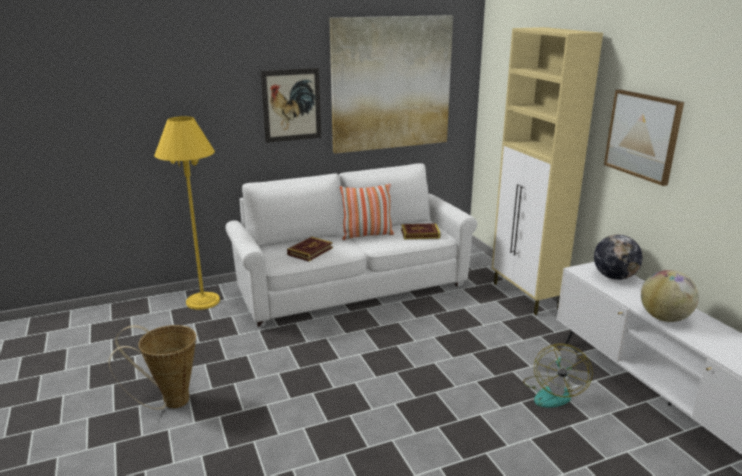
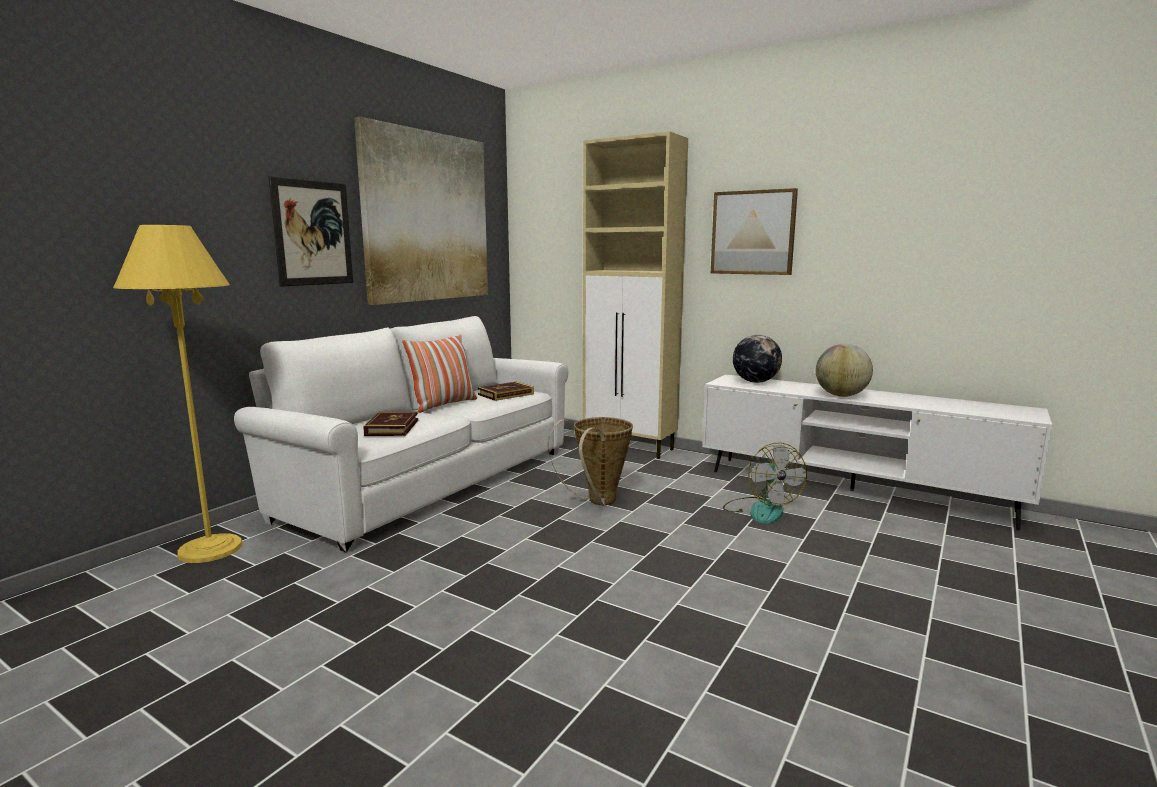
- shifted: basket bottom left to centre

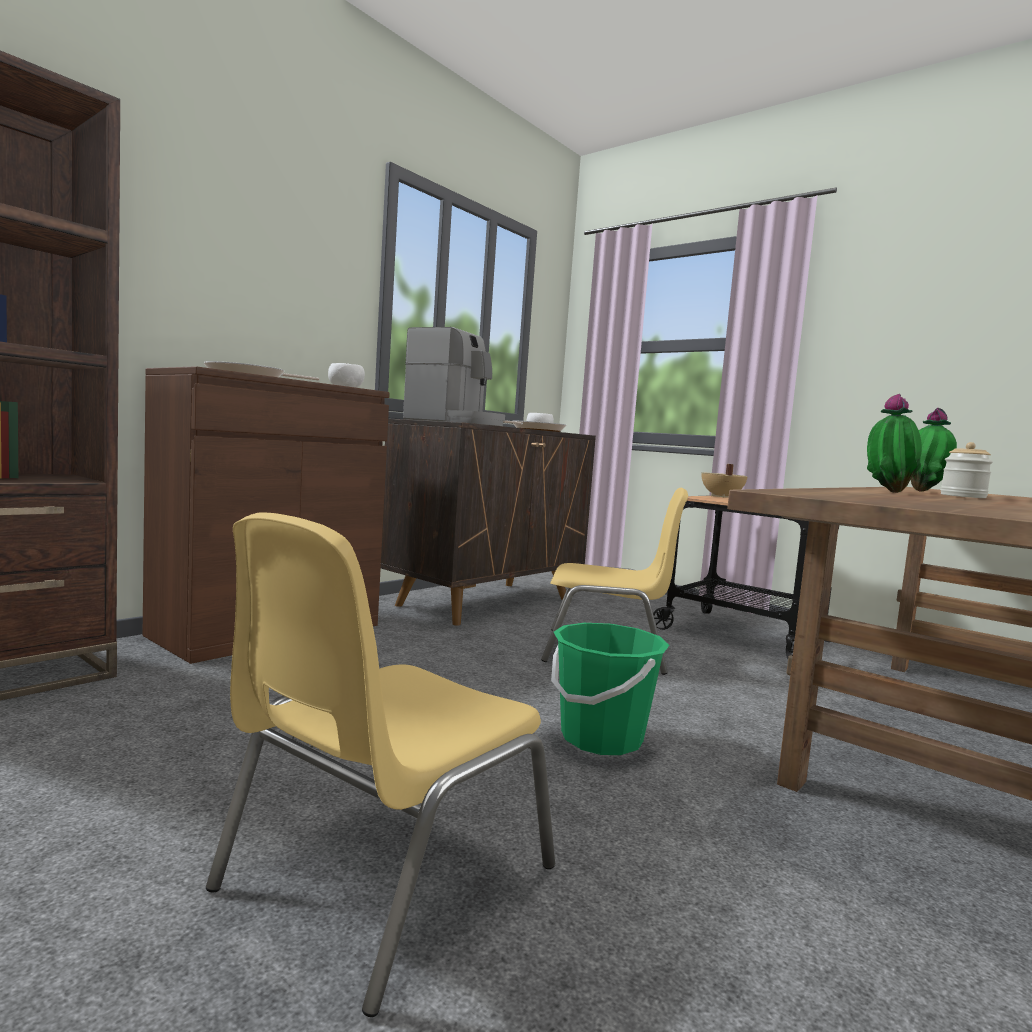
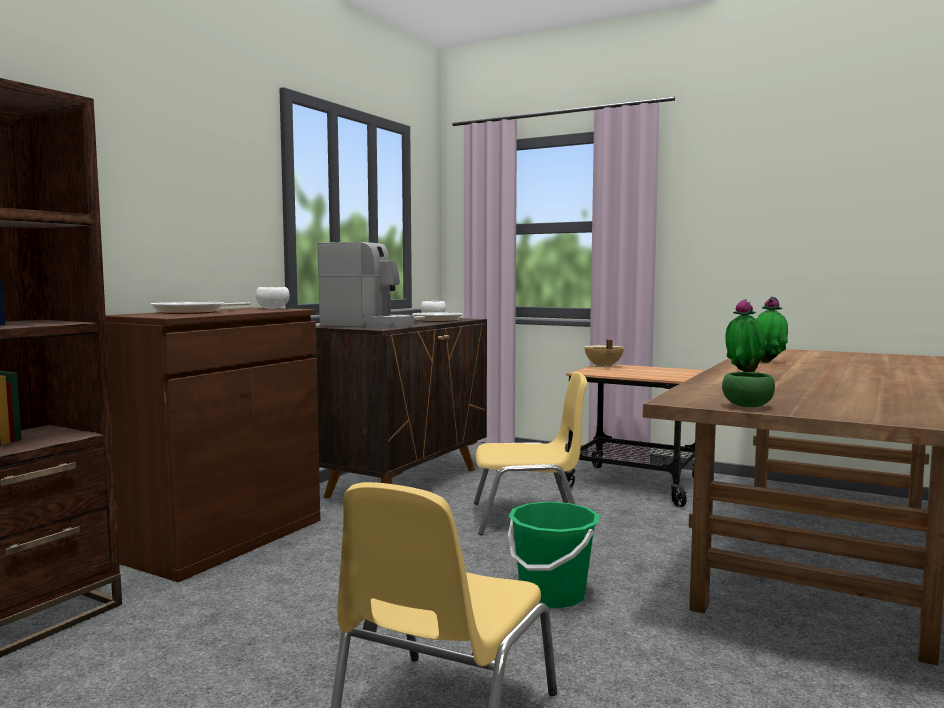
- gone: jar middle right
- new: green bowl middle right

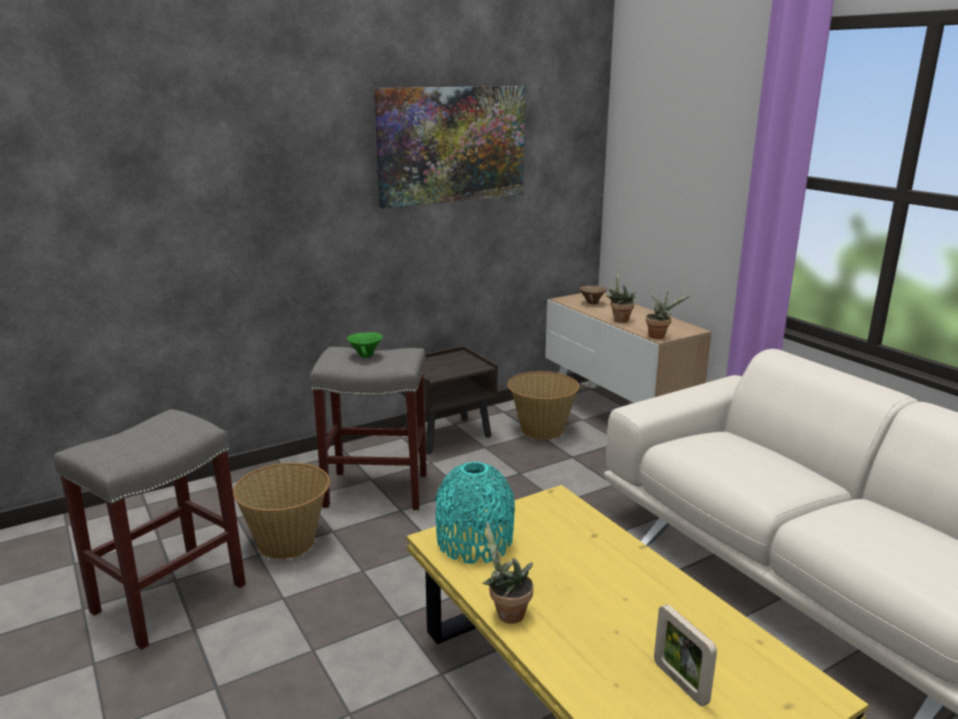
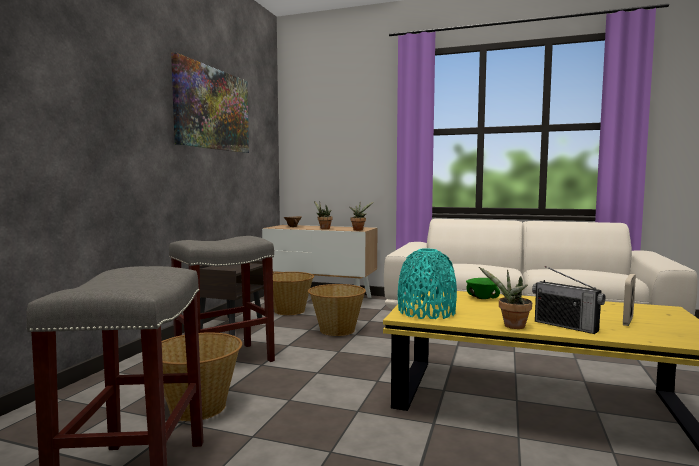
- shifted: green bowl centre to middle right
- rotated: picture frame bottom right = middle right 105 degrees clockwise
- new: basket (no. 3 from left) centre
- new: radio middle right

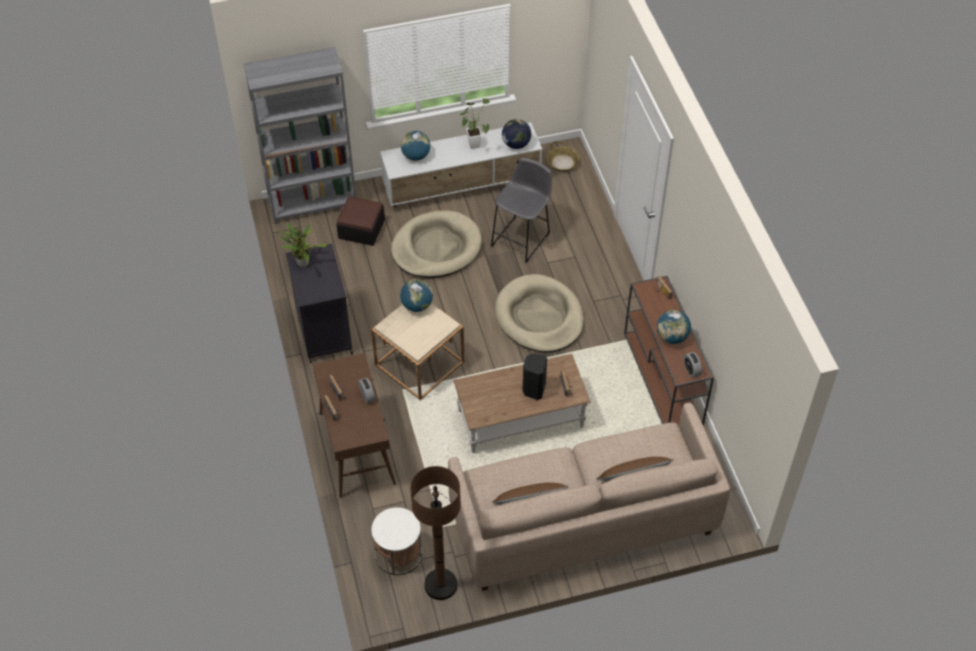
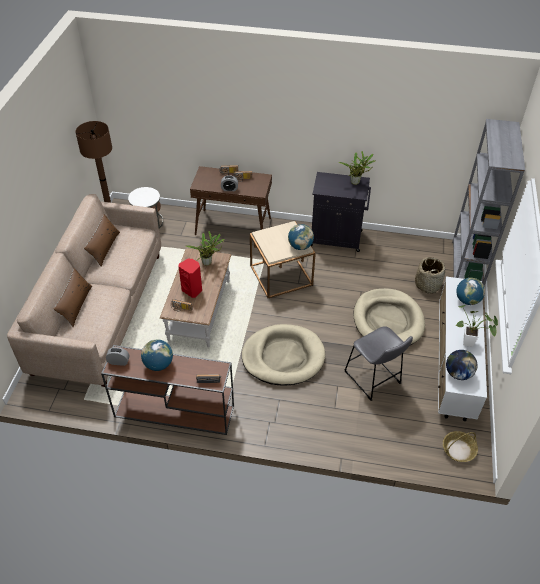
- swapped: ottoman centre to basket (no. 1 from left) middle right
- repainted: black speaker centre to red speaker centre
- new: potted plant (no. 1 from left) centre

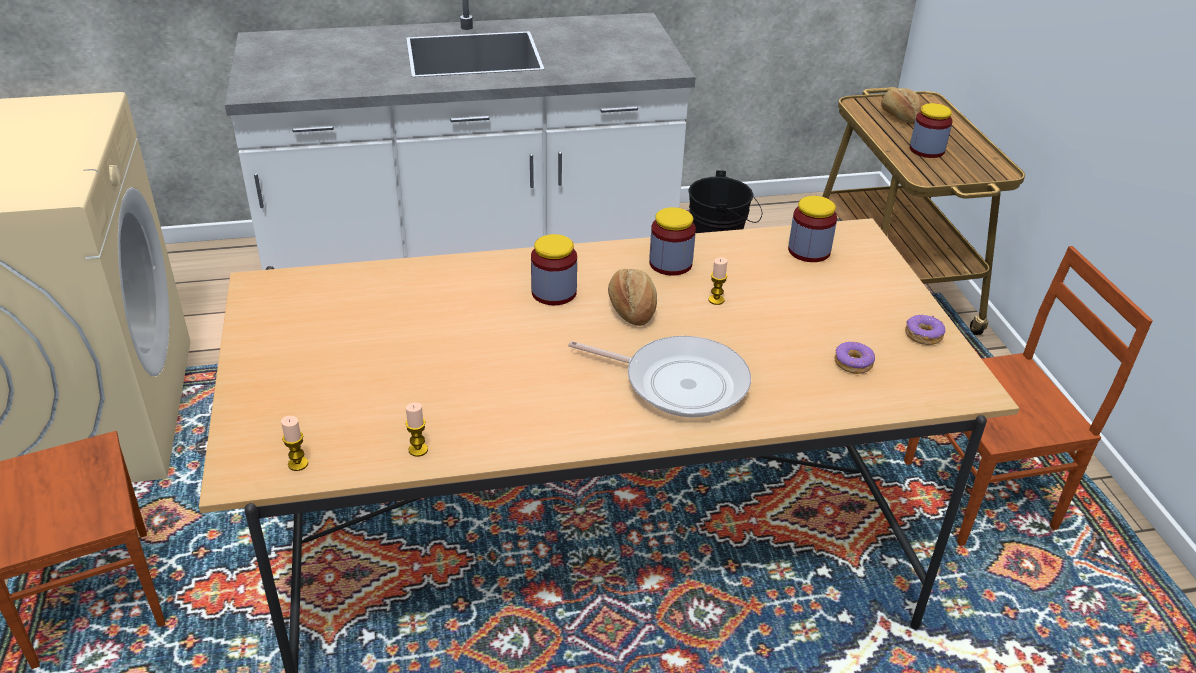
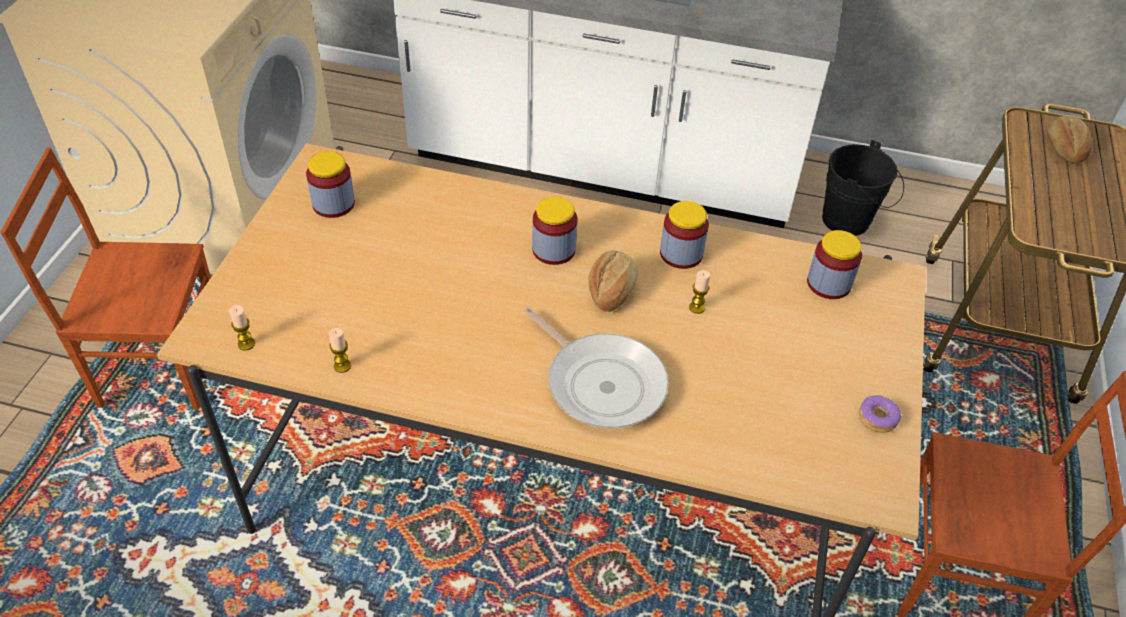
- gone: donut (no. 1 from left) middle right
- shifted: jar (no. 4 from left in the first image) top right to jar (no. 1 from left) top left

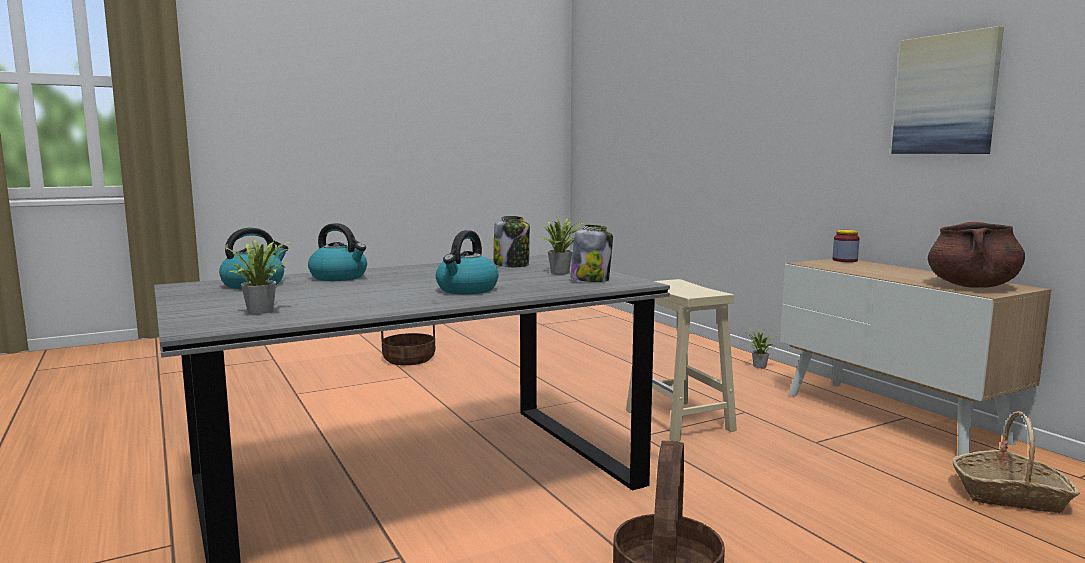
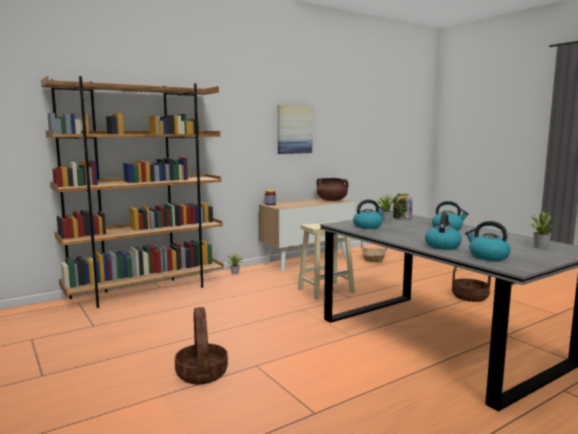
- swapped: jar (no. 1 from left) centre to kettle (no. 1 from left) centre
- new: brown bookcase middle left

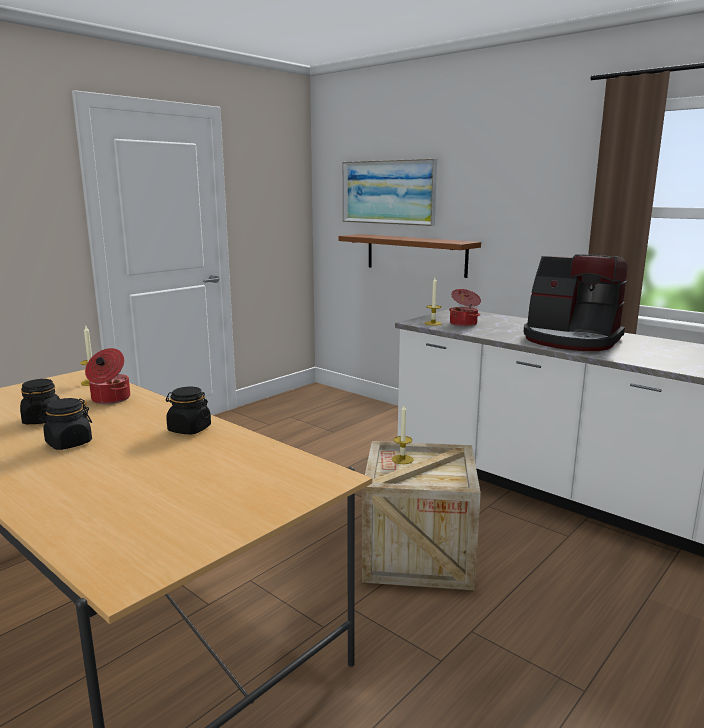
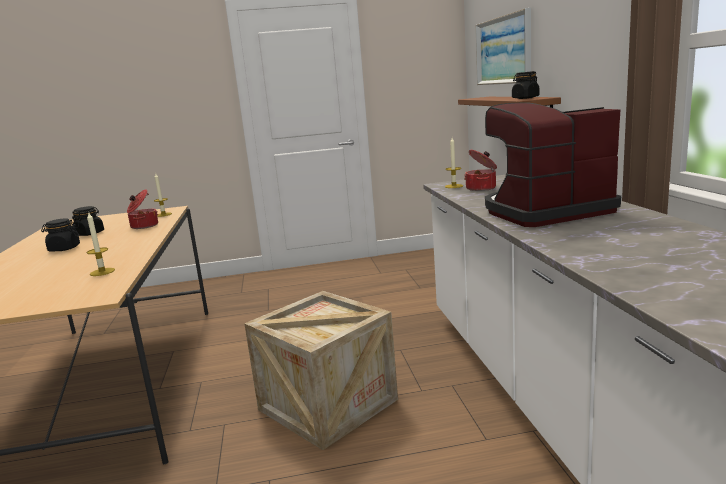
- shifted: black jar (no. 3 from left) middle left to top right
- shifted: candle (no. 2 from left in the first image) centre to candle (no. 1 from left) middle left
- rotated: coffee machine middle right = middle right 90 degrees clockwise

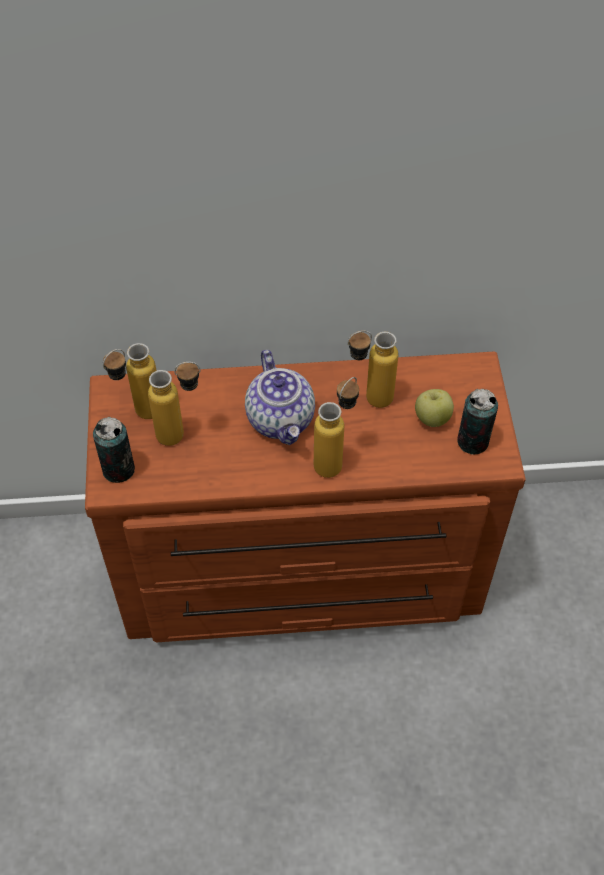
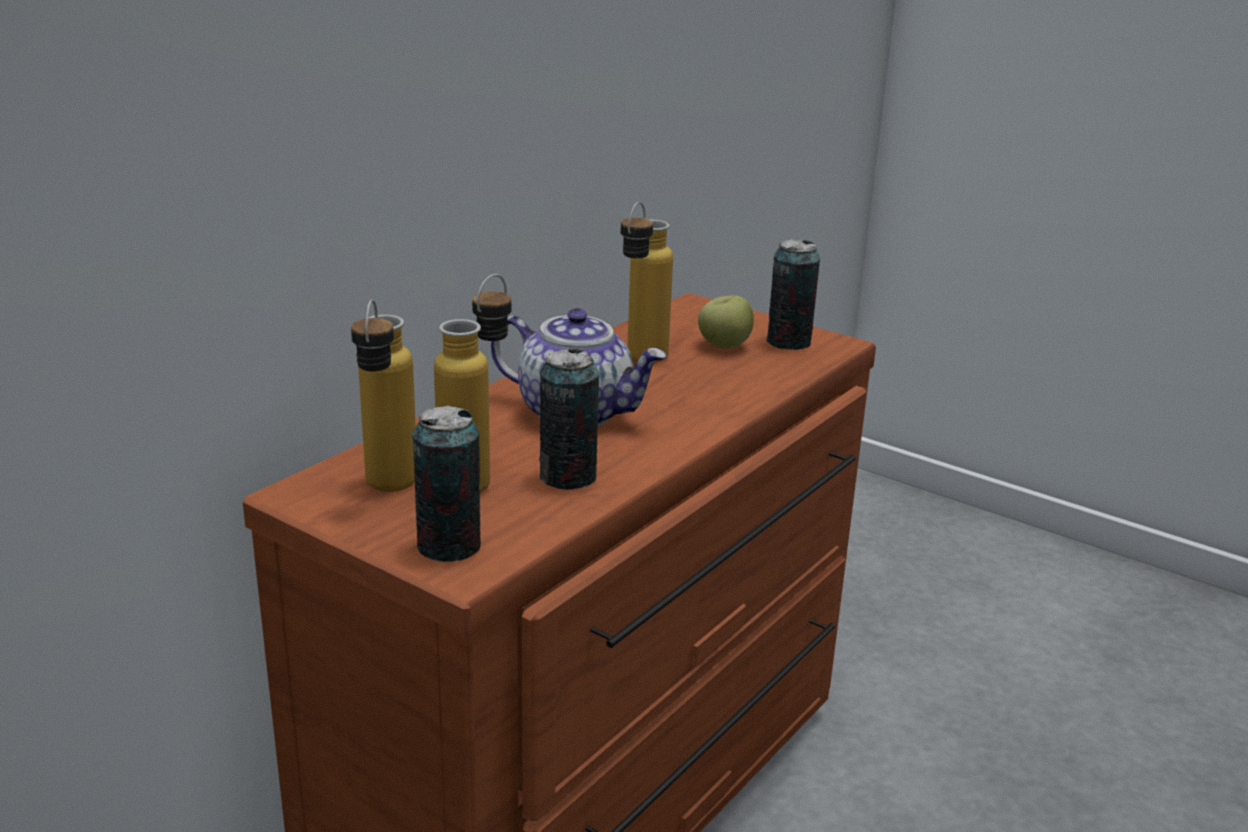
- gone: bottle (no. 3 from left) centre
- new: can (no. 2 from left) centre

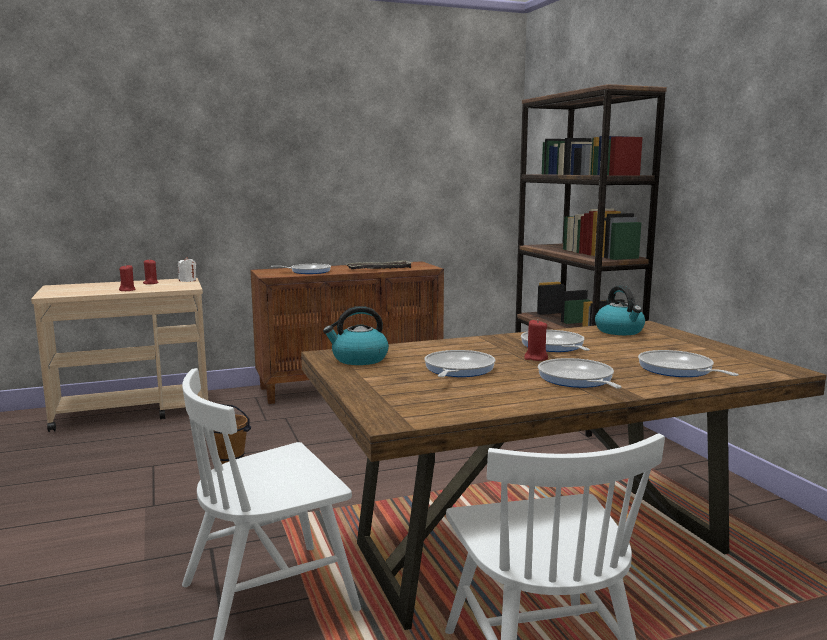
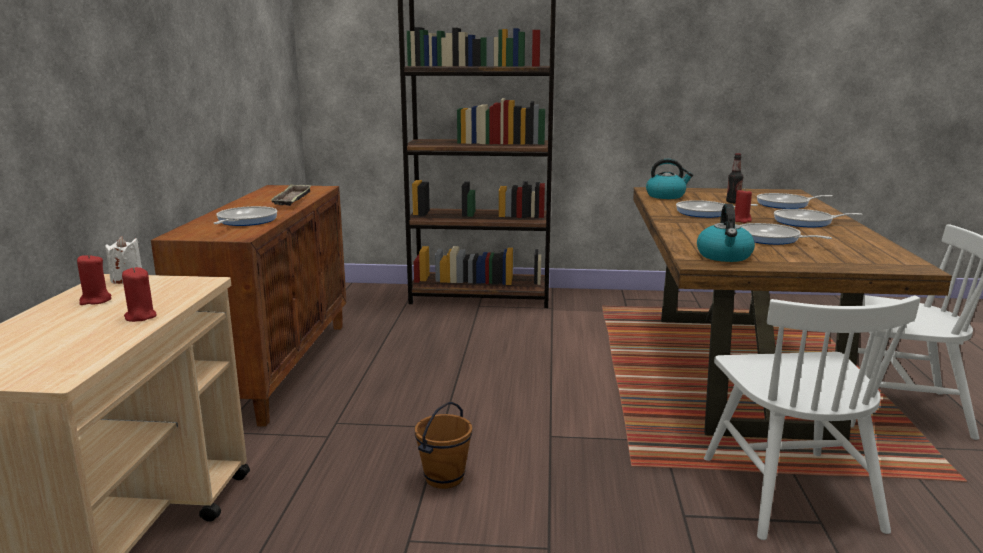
- new: bottle top right

